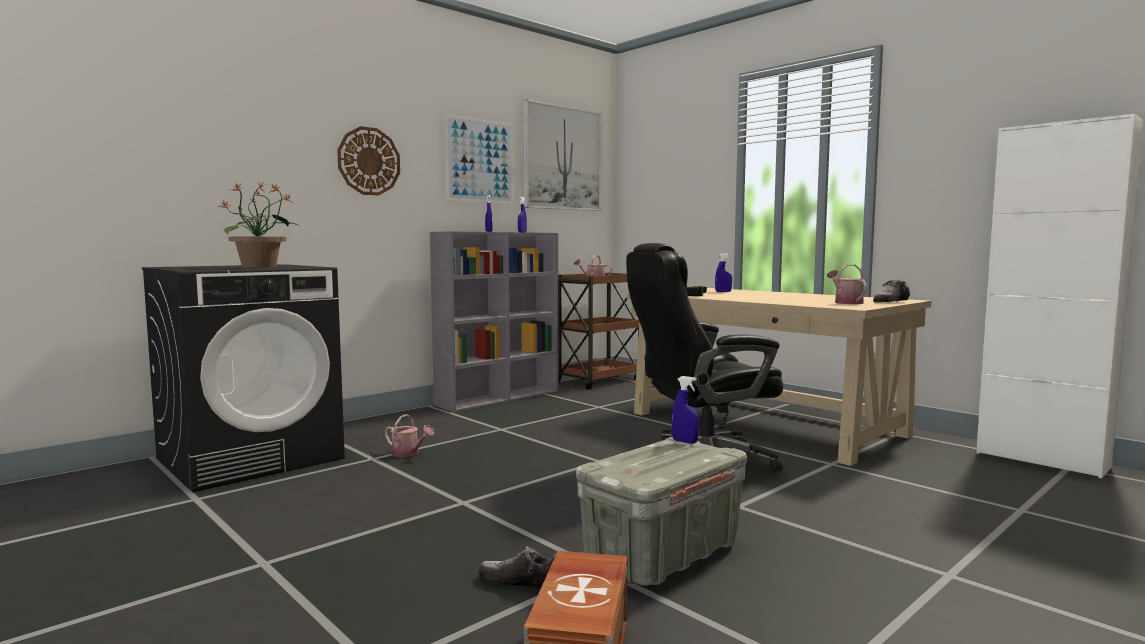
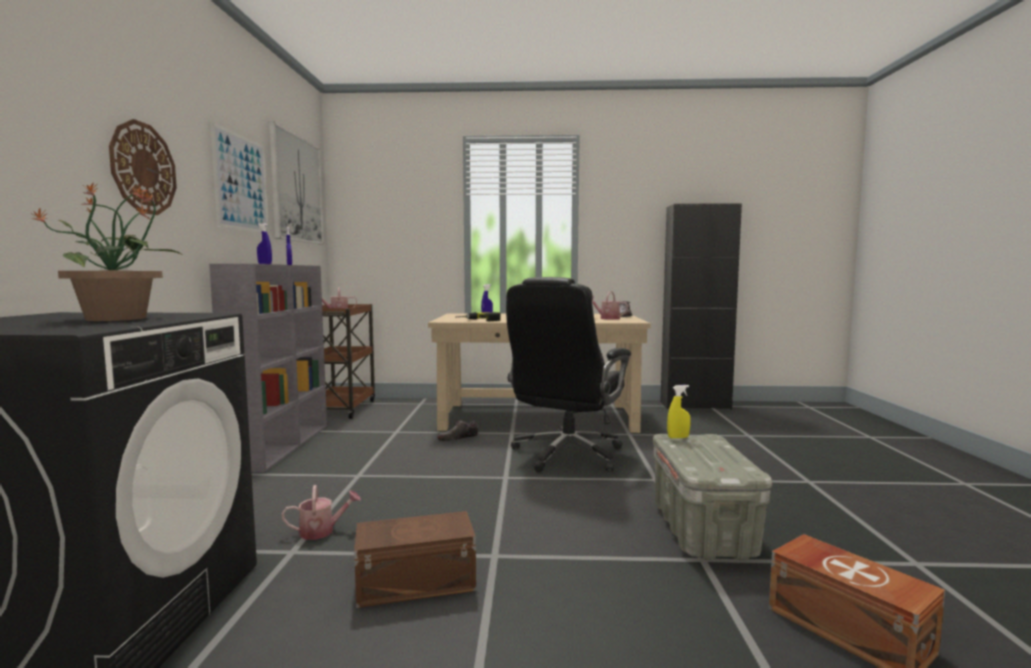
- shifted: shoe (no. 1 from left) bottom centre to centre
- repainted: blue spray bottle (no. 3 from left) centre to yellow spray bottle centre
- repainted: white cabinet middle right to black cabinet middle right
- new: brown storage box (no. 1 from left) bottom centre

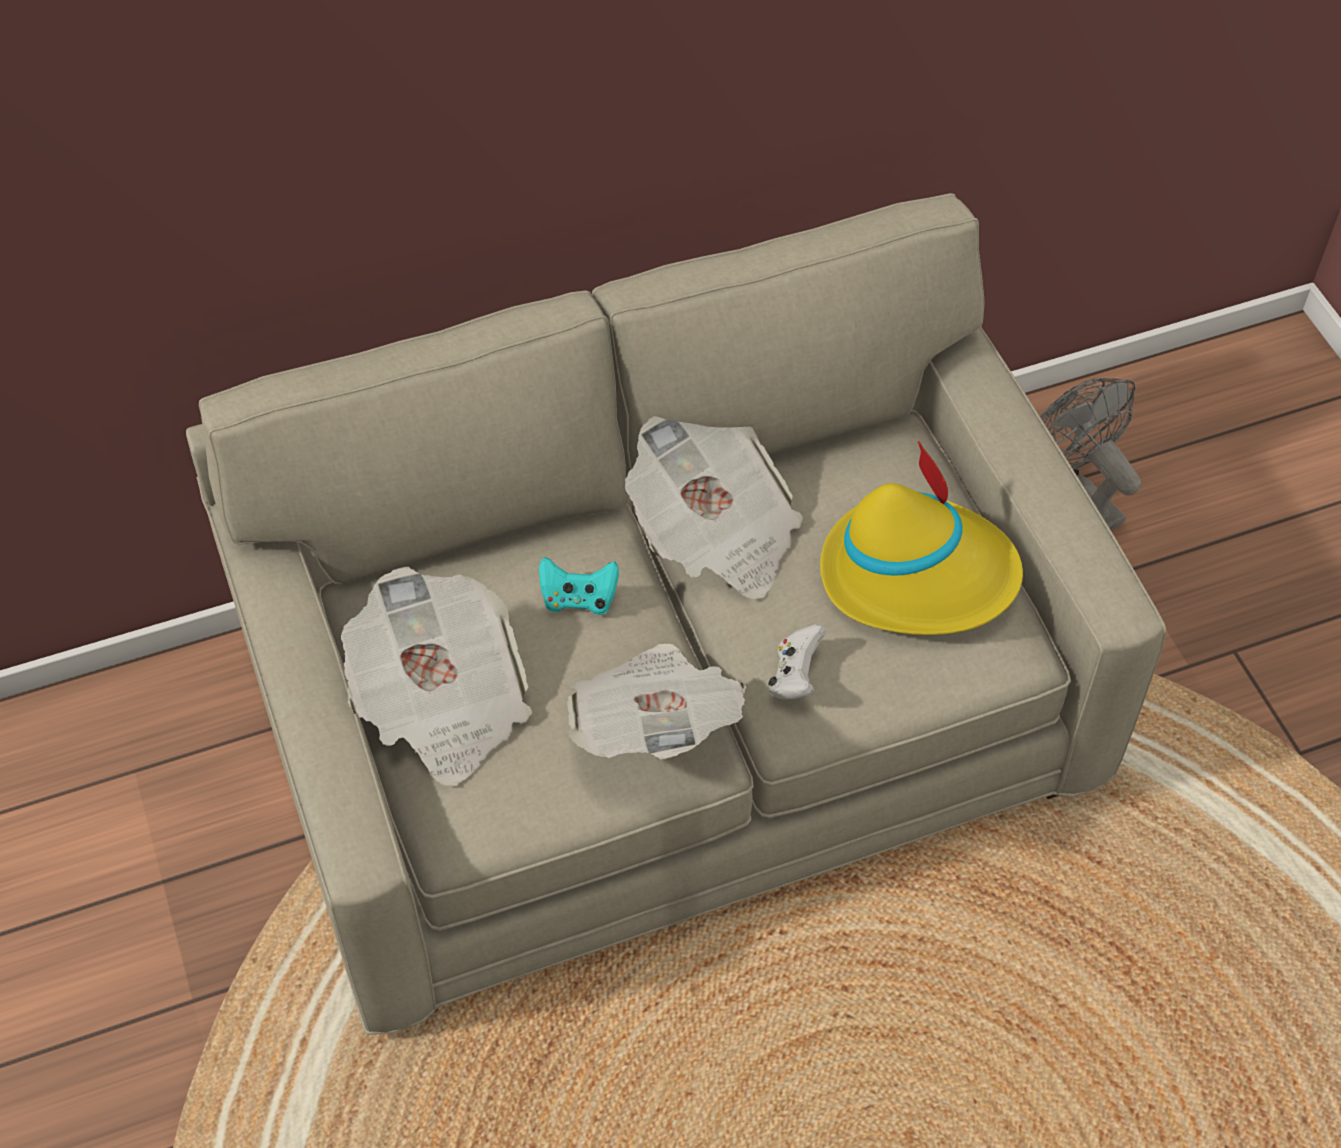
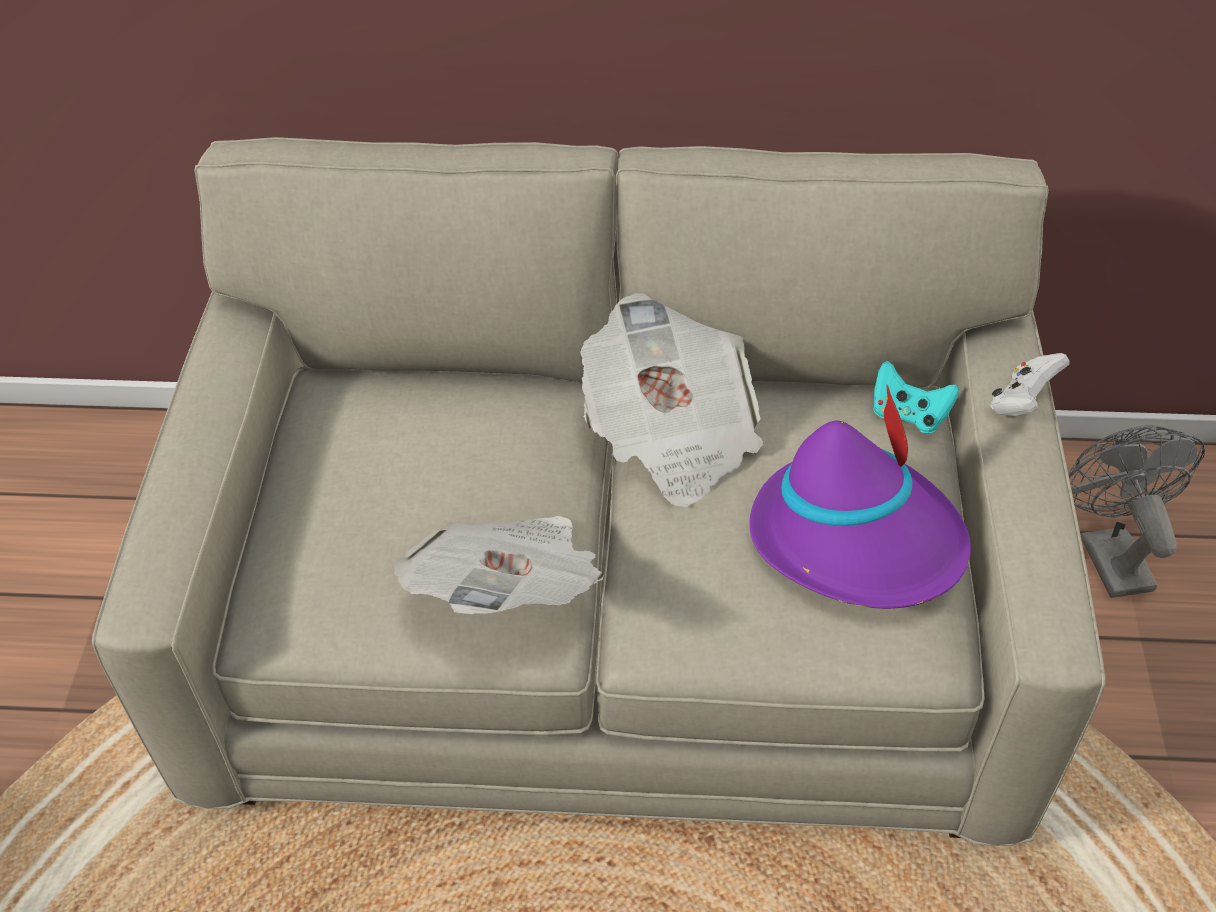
- gone: newspaper (no. 1 from left) middle left
- shifted: turquoise game controller centre to middle right
- shifted: white game controller centre to middle right
- repainted: yellow hat middle right to purple hat middle right

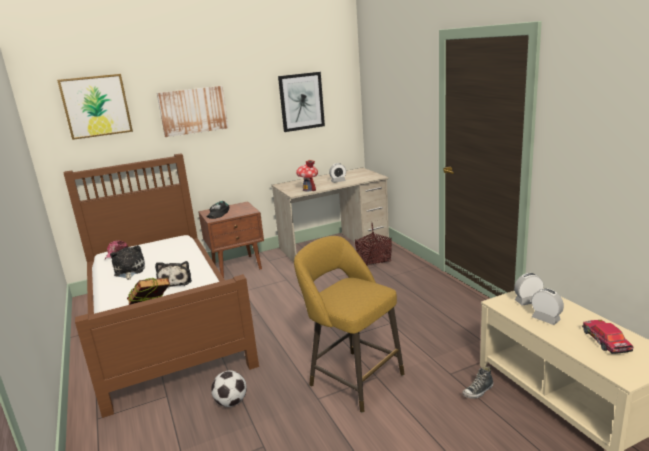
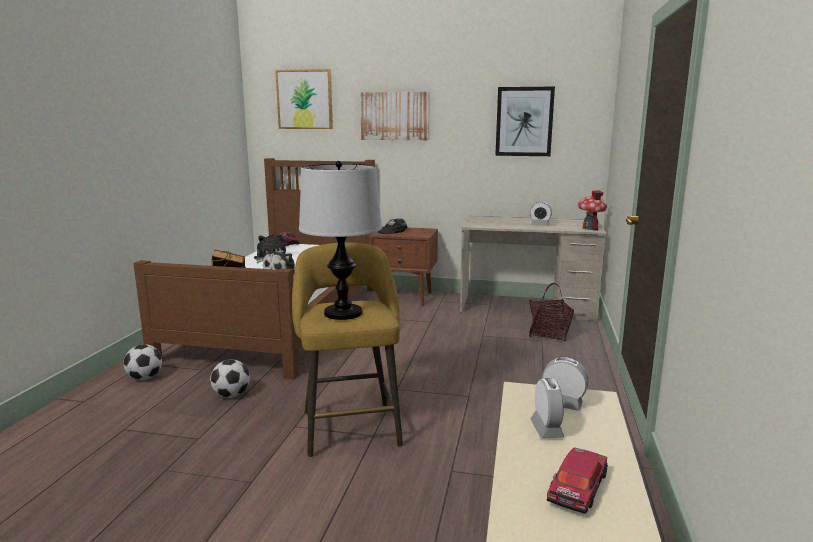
- shifted: toy house centre to middle right
- gone: shoe bottom right
- new: football (no. 1 from left) bottom left
- new: table lamp centre

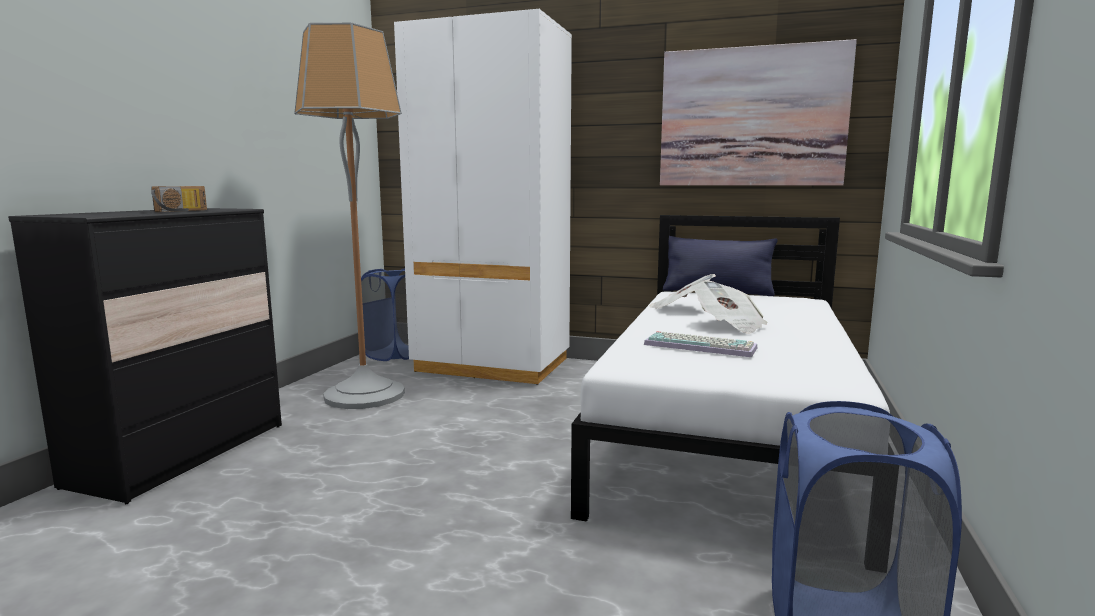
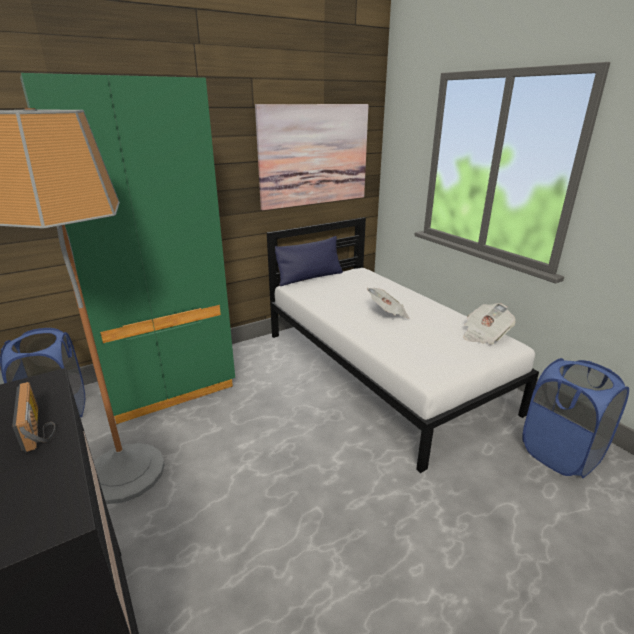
- repainted: white wardrobe top centre to green wardrobe middle left
- gone: keyboard centre
- shifted: newspaper (no. 1 from left in the first image) centre to newspaper (no. 2 from left) middle right

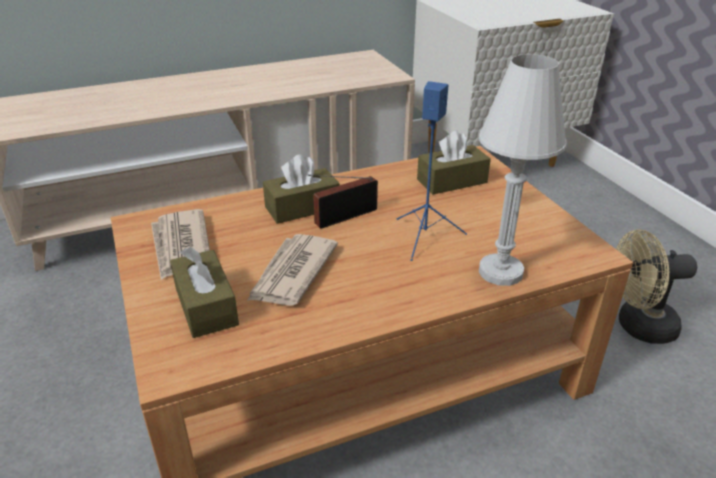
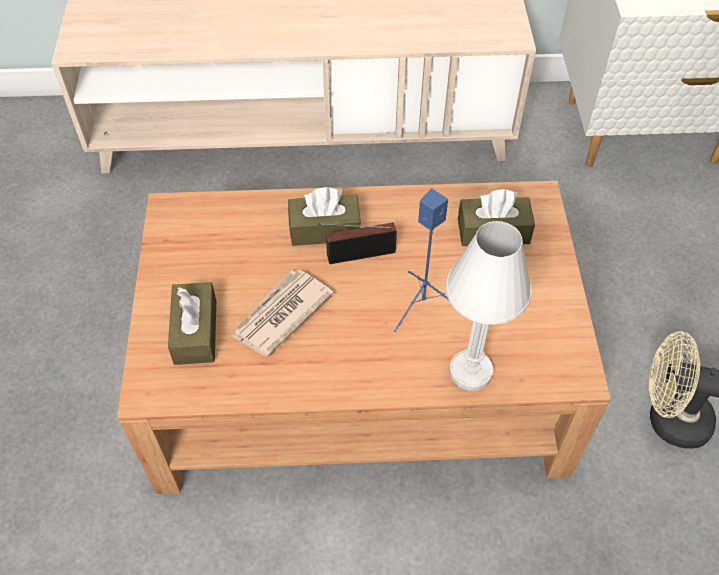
- gone: newspaper (no. 1 from left) middle left

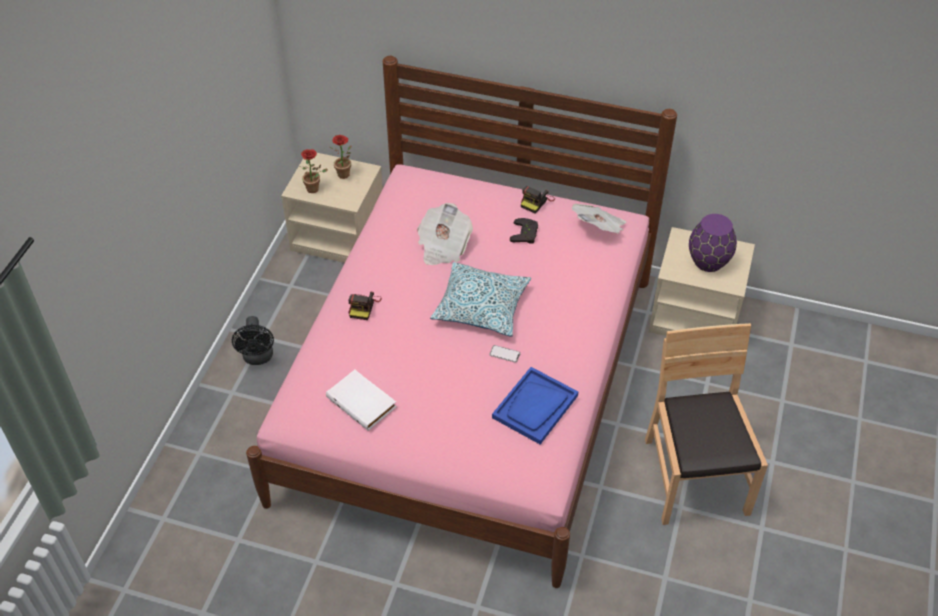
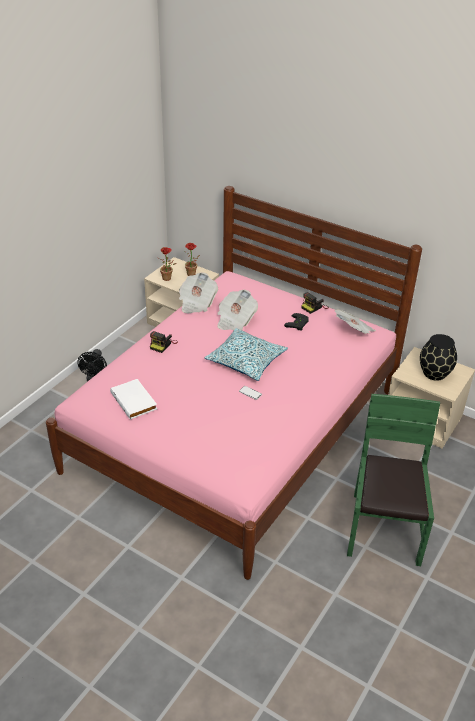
- gone: blue tray centre
- repainted: brown chair bottom right to green chair middle right
- repainted: purple vase middle right to black vase middle right
- new: newspaper (no. 1 from left) centre

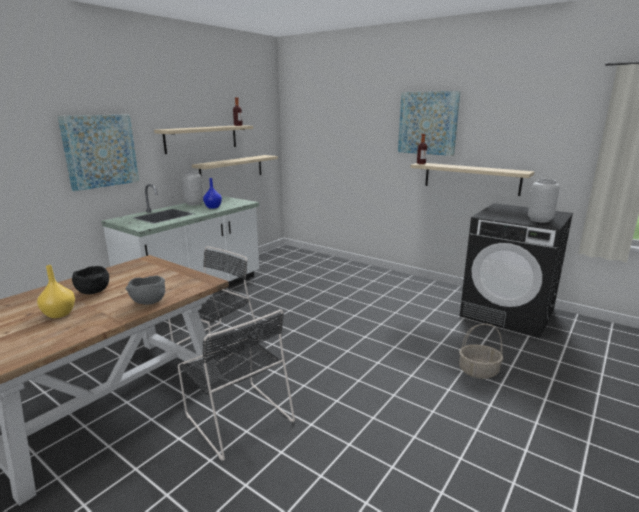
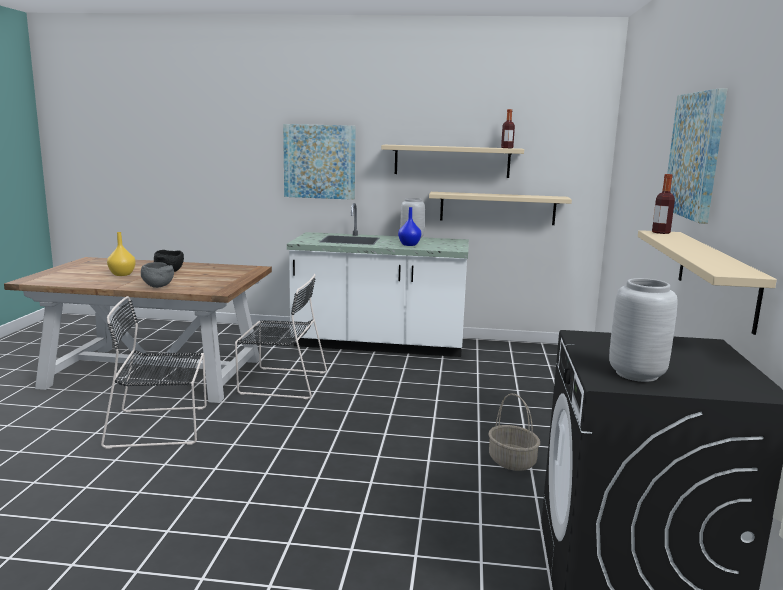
- rotated: black chair (no. 2 from left in the first image) bottom centre = middle left 60 degrees clockwise
- shifted: basket bottom right to bottom centre

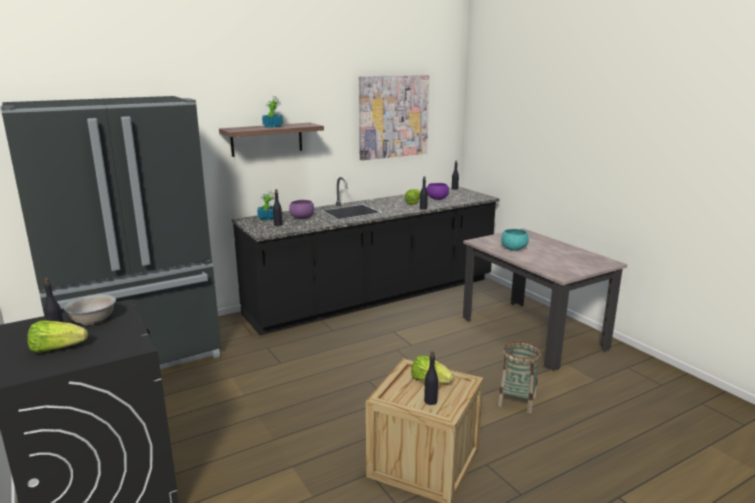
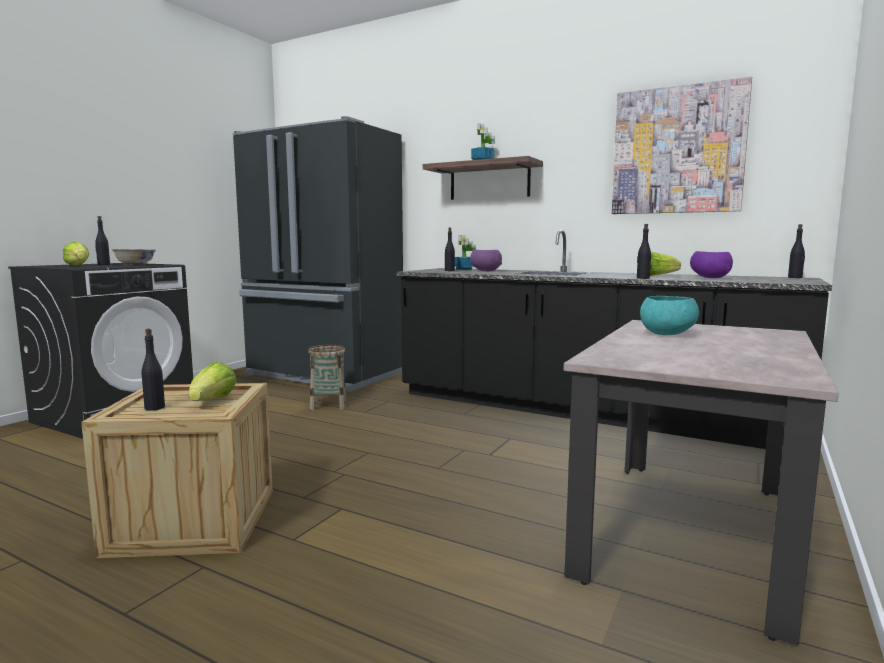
- shifted: basket bottom right to centre

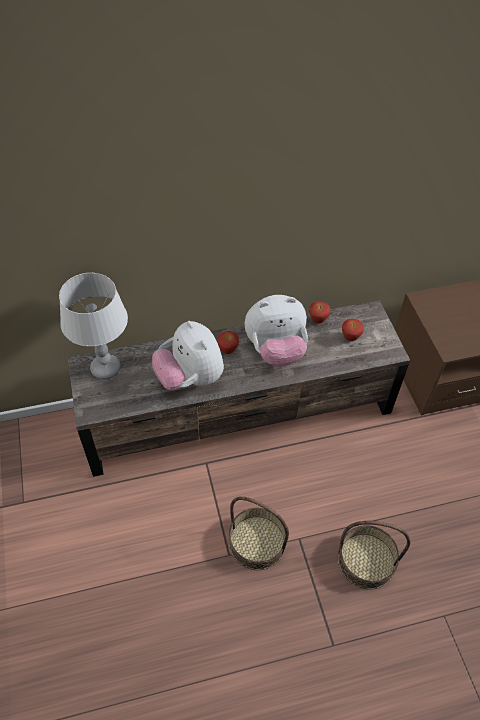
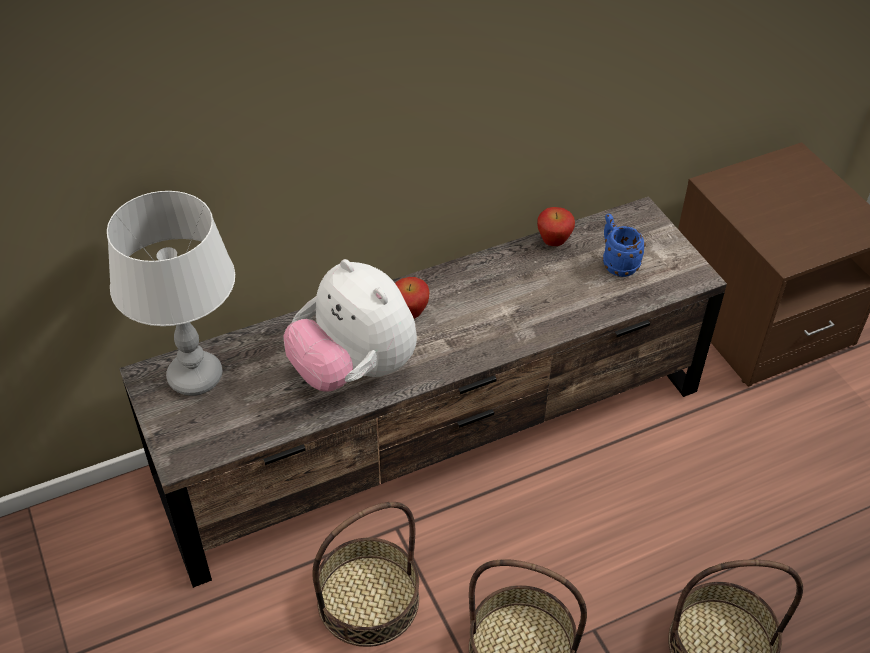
- gone: plush toy (no. 2 from left) centre
- swapped: apple (no. 3 from left) middle right to blue mug middle right
- new: basket (no. 1 from left) bottom centre

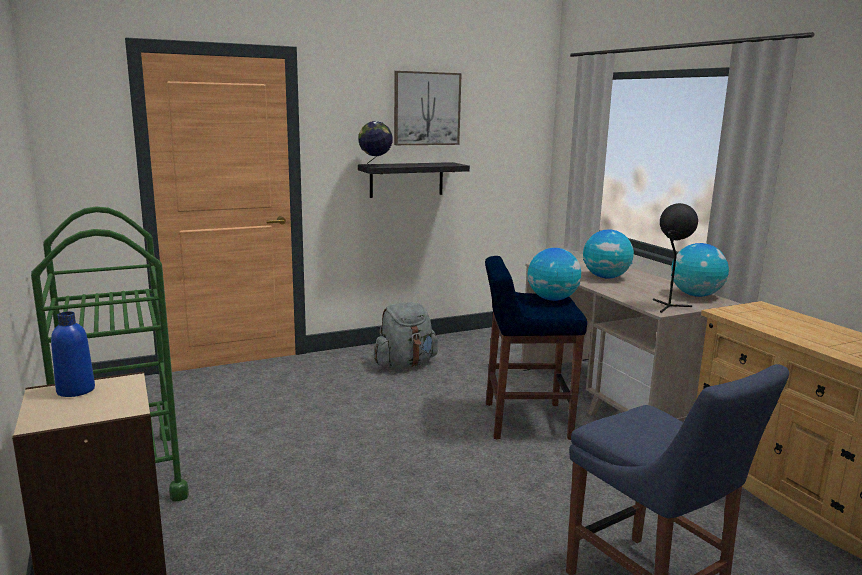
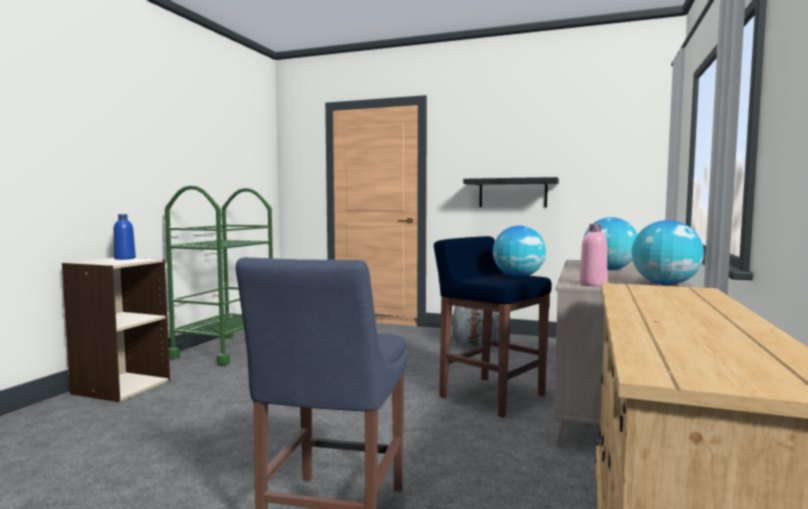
- gone: globe (no. 1 from left) top centre
- gone: picture top centre
- swapped: black table lamp middle right to pink bottle middle right

